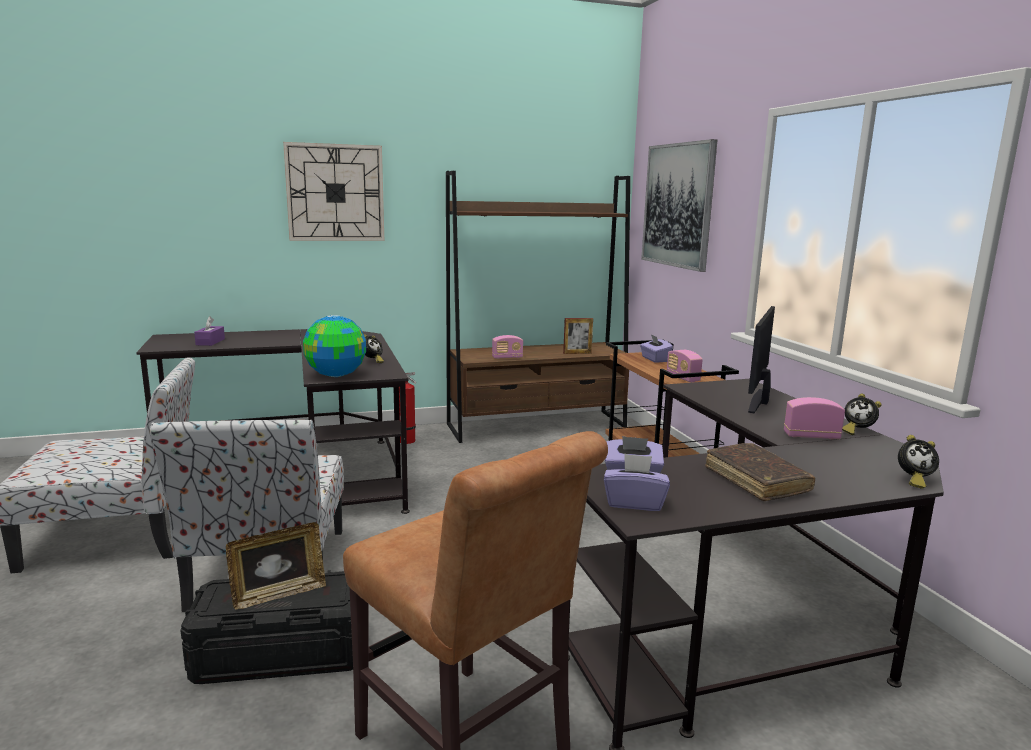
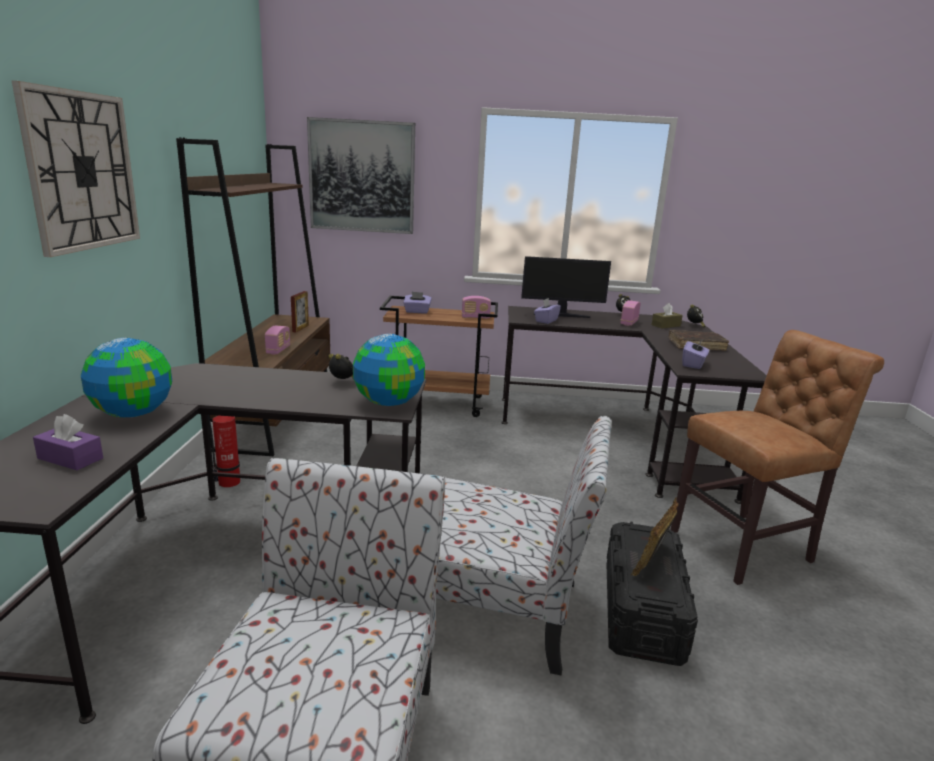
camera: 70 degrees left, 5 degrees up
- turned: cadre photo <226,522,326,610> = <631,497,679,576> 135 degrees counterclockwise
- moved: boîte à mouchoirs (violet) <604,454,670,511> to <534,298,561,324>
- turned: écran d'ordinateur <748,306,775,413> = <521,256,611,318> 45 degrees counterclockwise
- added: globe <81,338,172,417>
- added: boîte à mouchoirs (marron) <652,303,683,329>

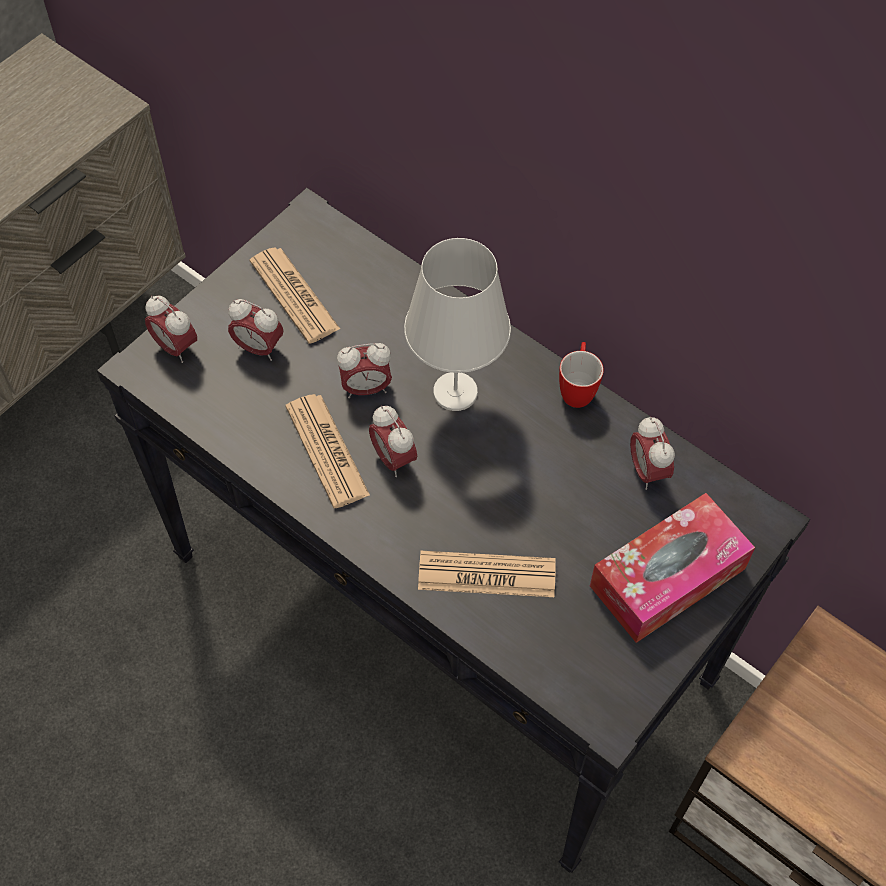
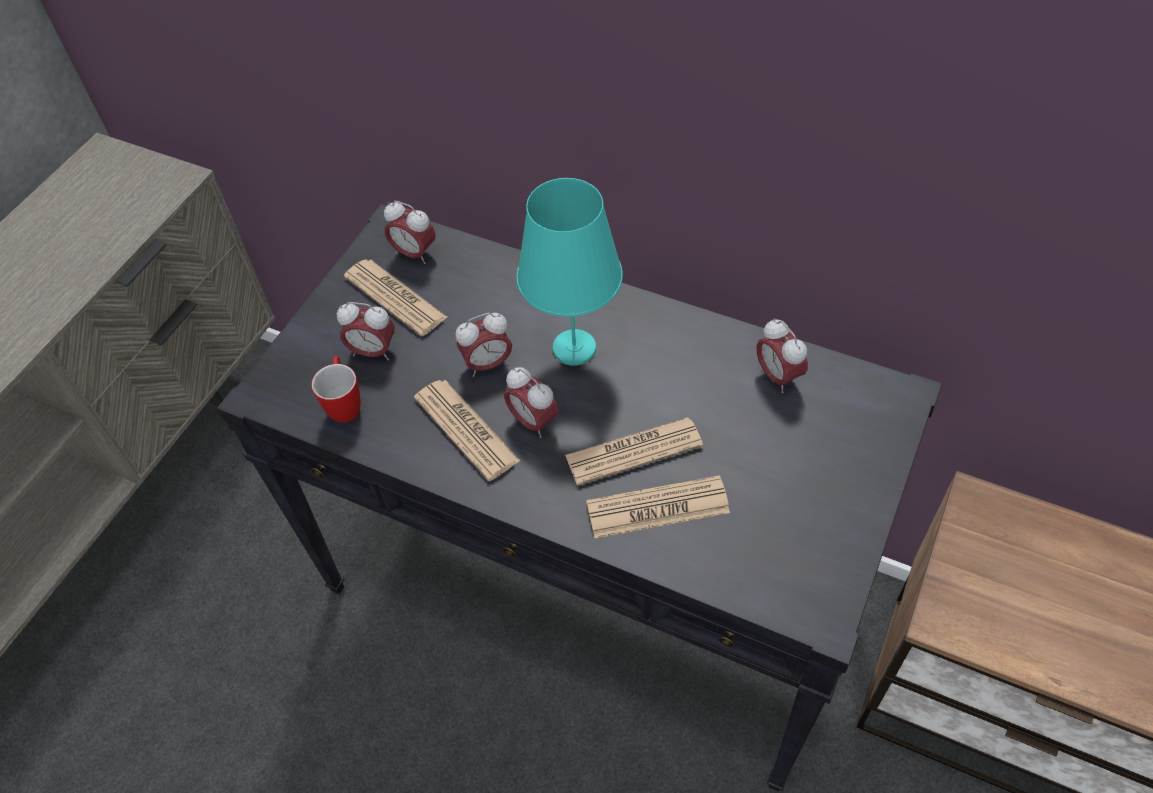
camera: 10 degrees left, 5 degrees down
- moved: réveil <145,296,197,363> to <384,201,436,264>
- recoloured: lampe de table (blanc) <404,238,511,411> to lampe de table (turquoise) <516,178,623,366>
- moved: mug <559,342,604,408> to <311,356,360,423>
- removed: boîte à mouchoirs <590,493,755,643>
- added: journal <565,417,703,485>

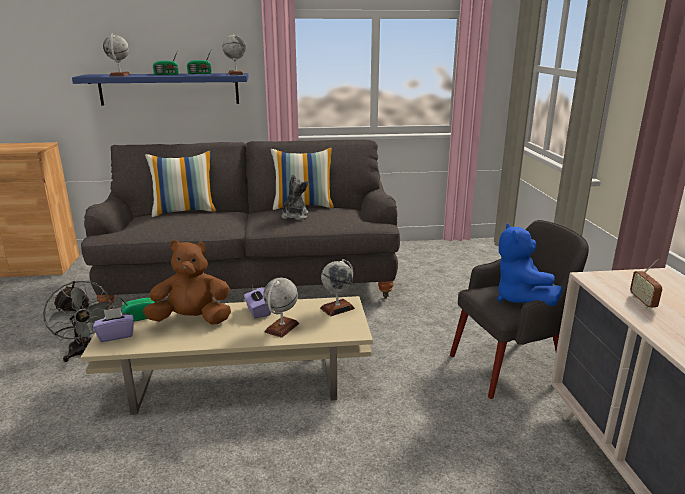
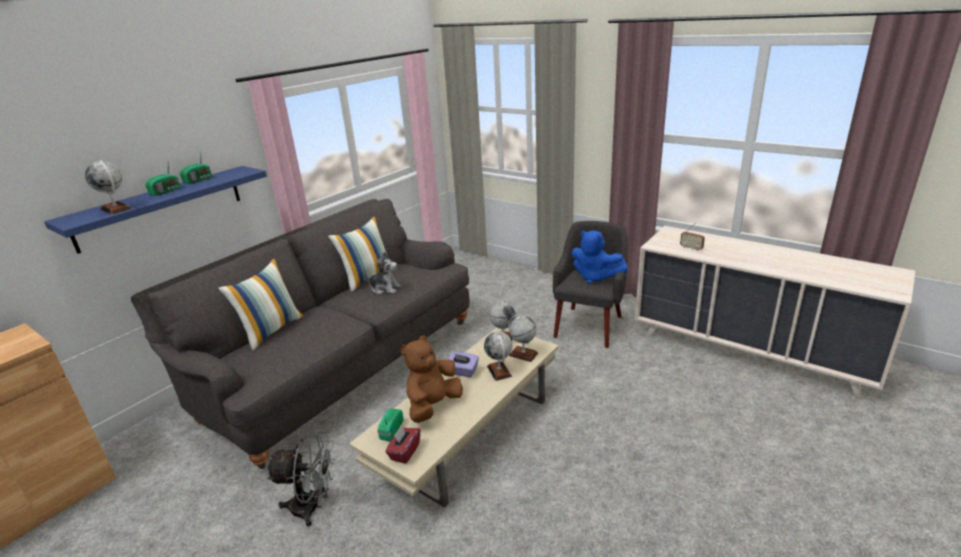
camera: 45 degrees left, 5 degrees up
- recoloured: boîte à mouchoirs (violet) <93,307,134,342> to boîte à mouchoirs (rouge) <385,426,420,464>
- moved: globe <222,33,246,75> to <508,315,538,362>
- turned: peluche <281,174,309,220> = <364,252,401,295> 135 degrees clockwise

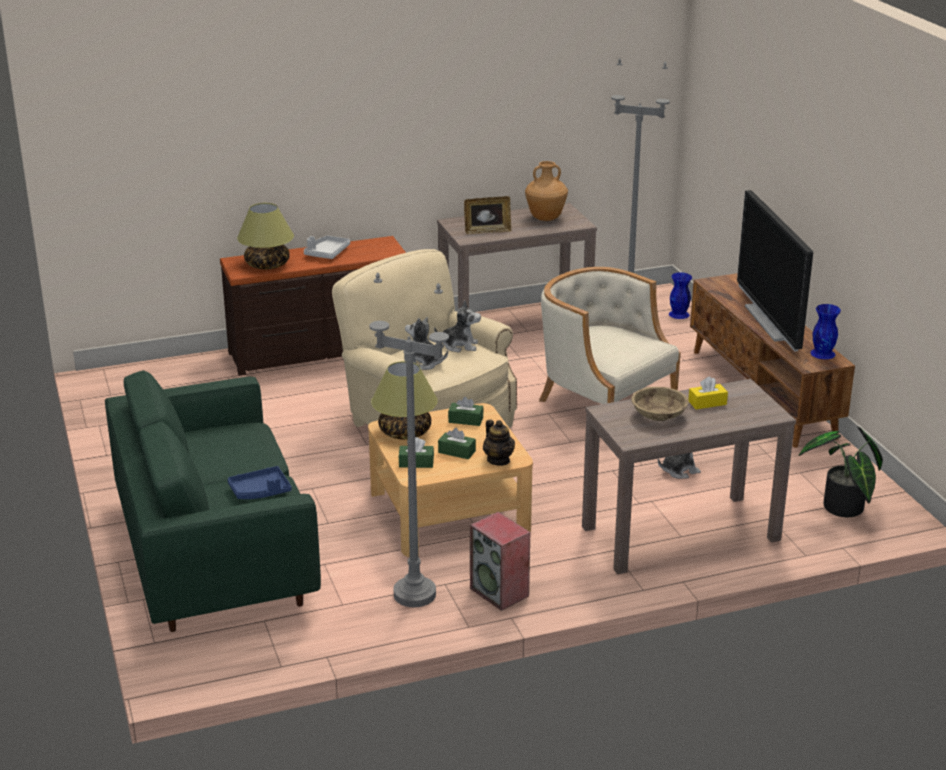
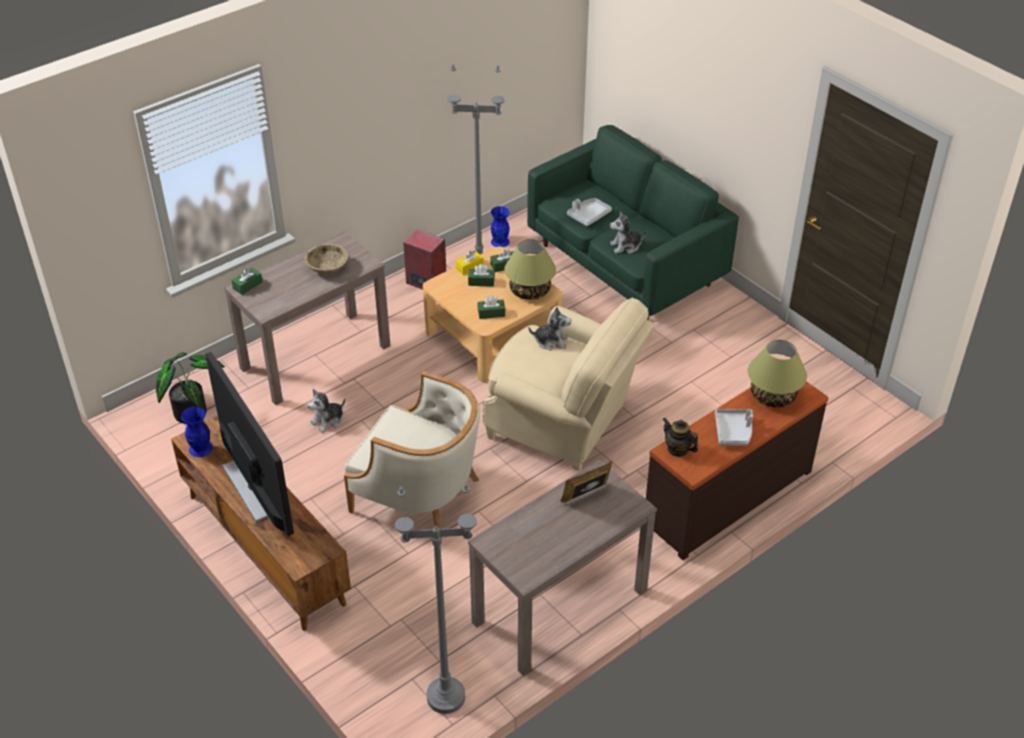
camera: 160 degrees right, 15 degrees up
- recoloured: plateau (bleu) <228,466,291,499> to plateau (gris) <567,198,612,226>
- moved: peluche <434,301,481,352> to <610,211,647,254>
- moved: théière <483,419,515,466> to <662,418,698,457>
- removed: vase (marron) <525,161,568,221>
- moved: vase (bleu) <669,272,692,319> to <491,206,510,247>
- moved: boîte à mouchoirs (jaune) <688,376,728,409> to <456,250,484,275>
- added: boîte à mouchoirs (vert) <231,267,262,295>

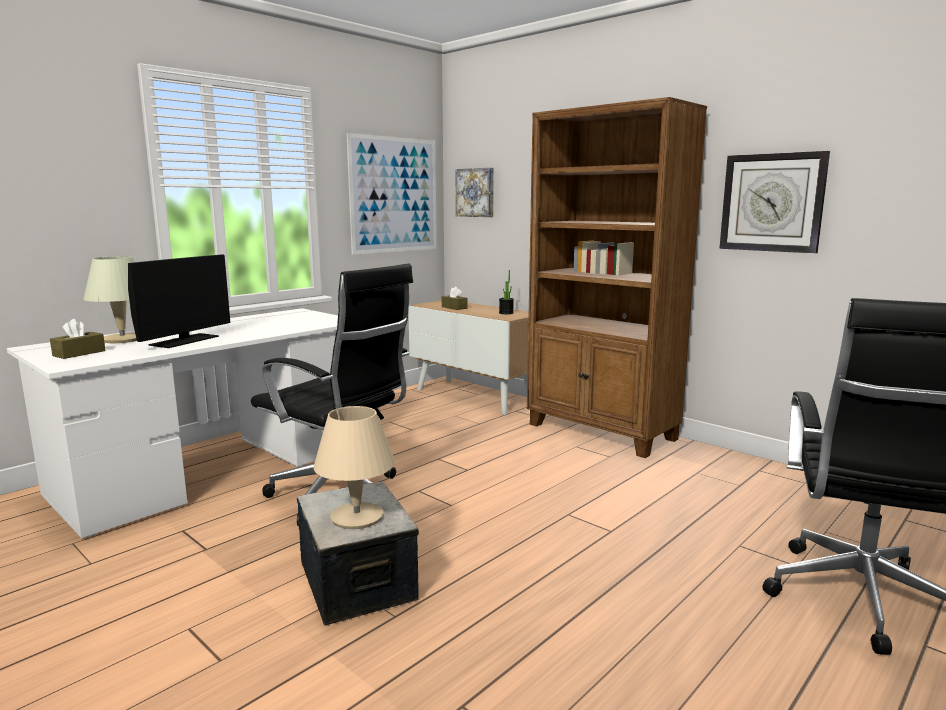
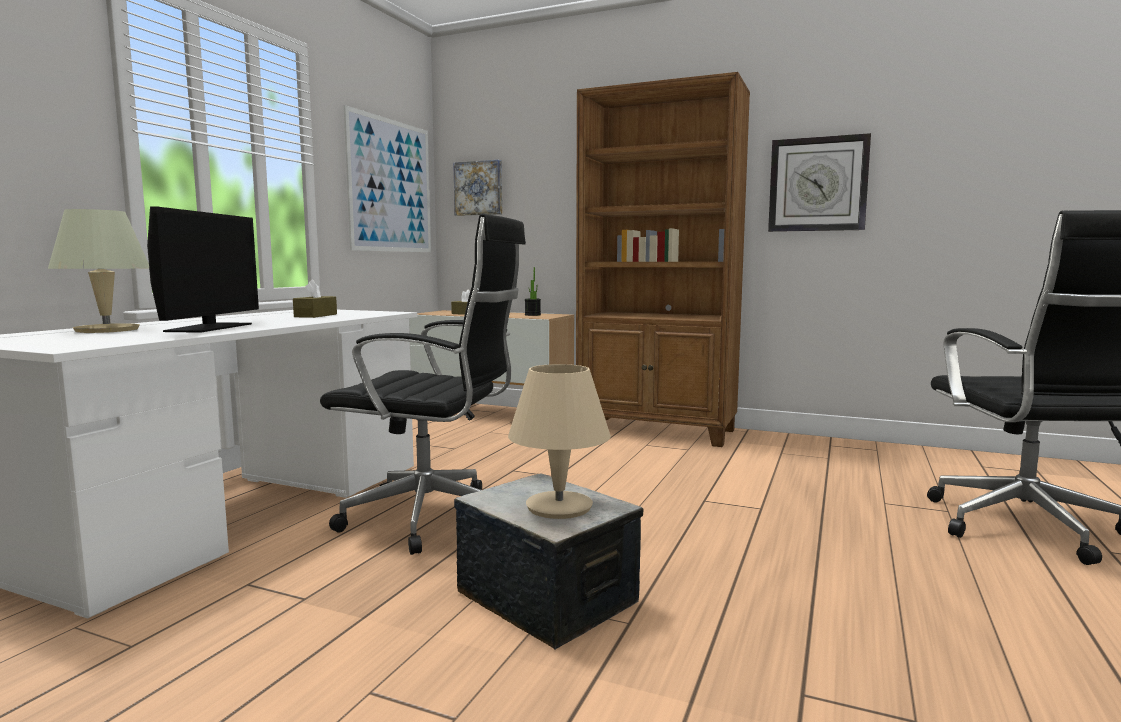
camera: 20 degrees left, 5 degrees down
- moved: boîte à mouchoirs (marron) <50,319,106,359> to <293,279,337,318>

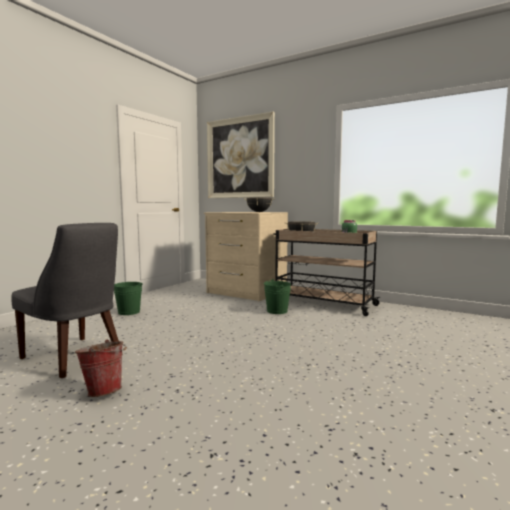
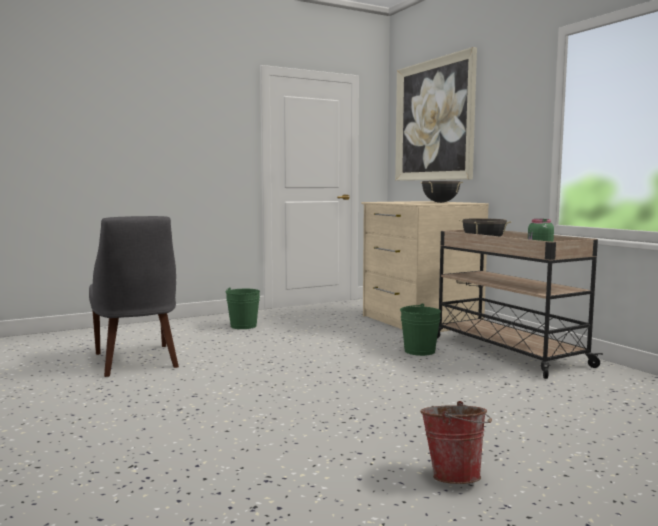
camera: 30 degrees right, 0 degrees up
- moved: seau <75,340,127,397> to <420,401,492,484>

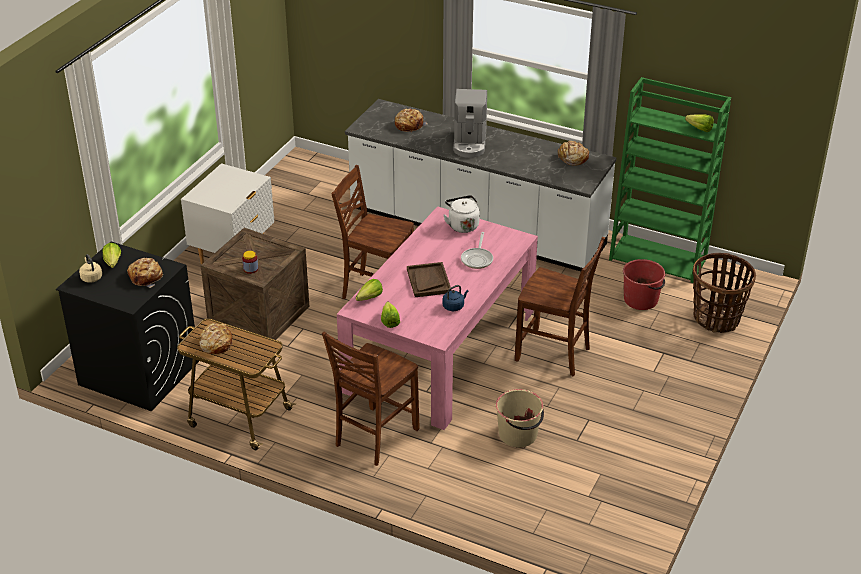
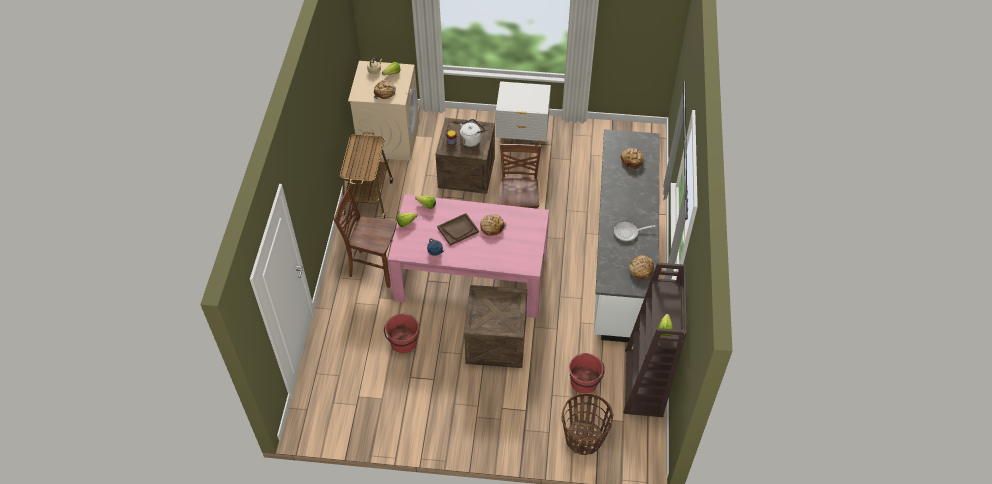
camera: 70 degrees right, 15 degrees up
- recoloured: lave-linge (noir) <56,241,199,411> to lave-linge (beige) <348,61,419,161>
- moved: pain <199,323,233,354> to <480,214,507,236>
- moved: bouilloire (blanc) <444,195,480,233> to <460,119,485,147>
- removed: machine à café <453,89,487,158>
- moved: poêle <461,232,493,269> to <614,222,655,241>
- recoloured: seau (beige) <495,389,544,447> to seau (rouge) <384,314,420,353>
- replaced: chaise (marron) <515,237,605,376> to caisse <464,285,527,368>
- recoloured: bibliothèque (vert) <609,77,731,283> to bibliothèque (marron) <623,262,687,417>

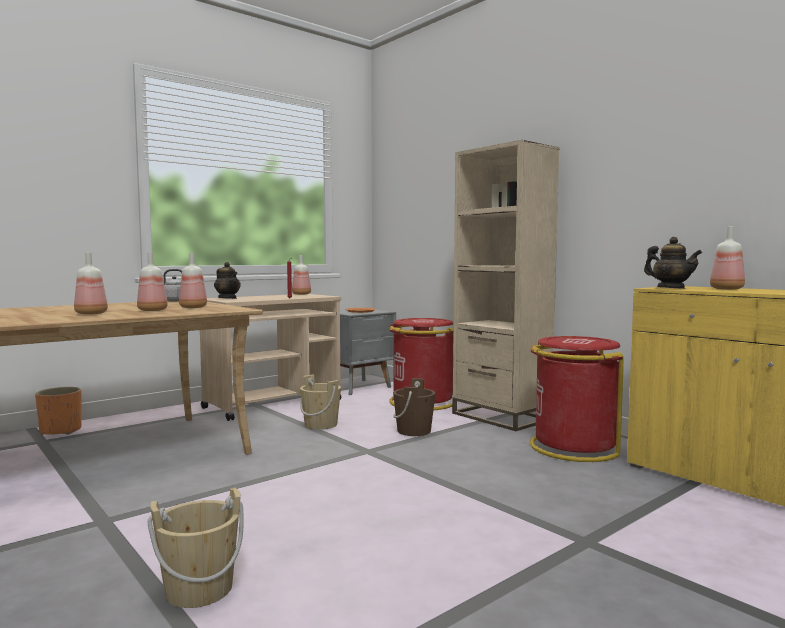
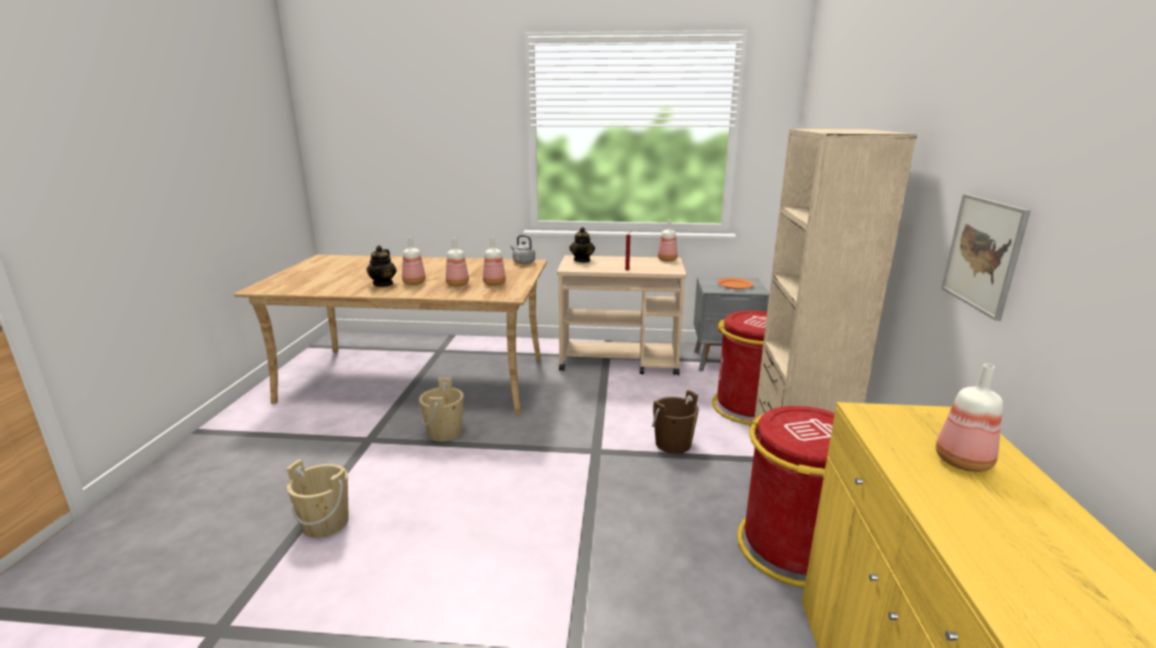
camera: 45 degrees right, 15 degrees up
- removed: cache-pot (orange) <35,387,82,436>
- moved: seau (beige) <300,375,341,430> to <419,378,464,442>
- moved: théière <644,237,702,289> to <366,245,397,287>
- added: tableau <941,194,1031,321>

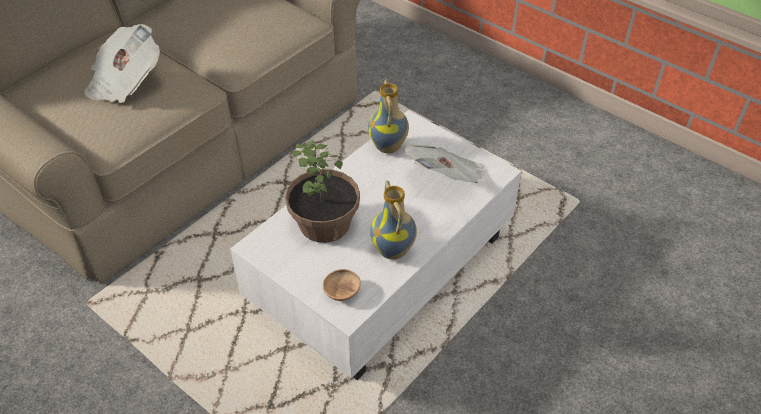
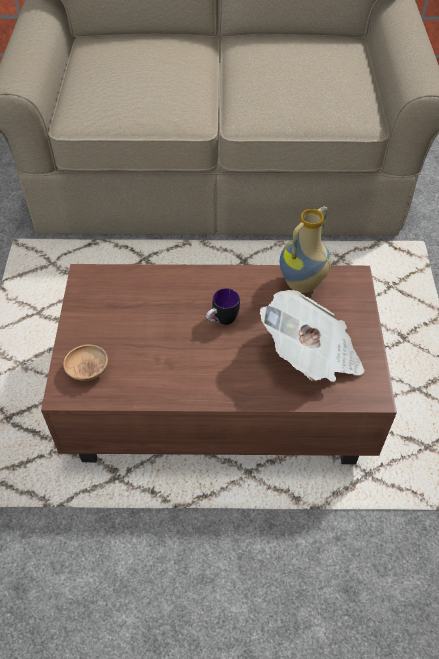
camera: 50 degrees right, 5 degrees up
- removed: journal <84,24,160,103>
- recoloured: table basse (blanc) <230,110,522,380> to table basse (marron) <41,264,397,464>
- removed: plante en pot <285,140,360,243>
- removed: vase <370,181,417,260>
- added: mug <206,288,240,325>

